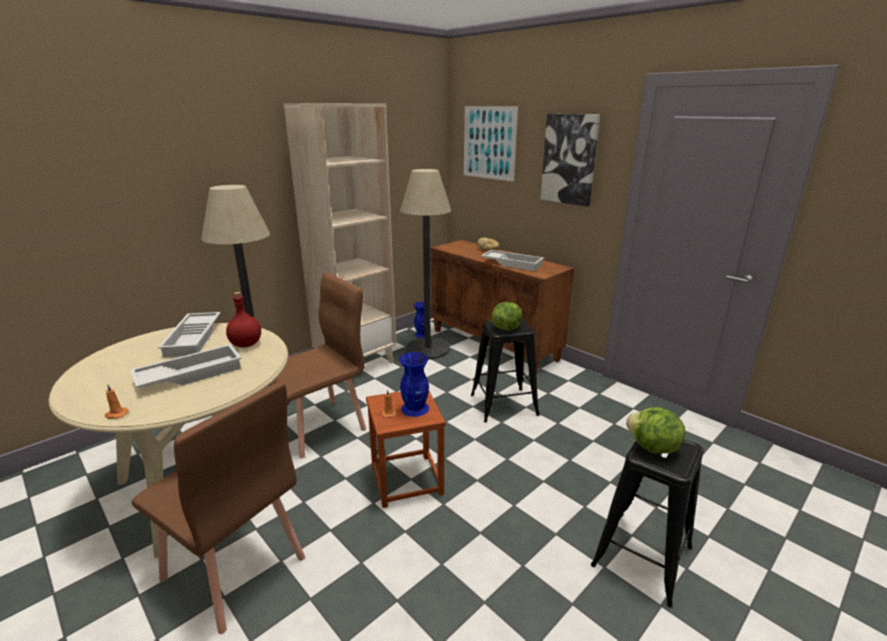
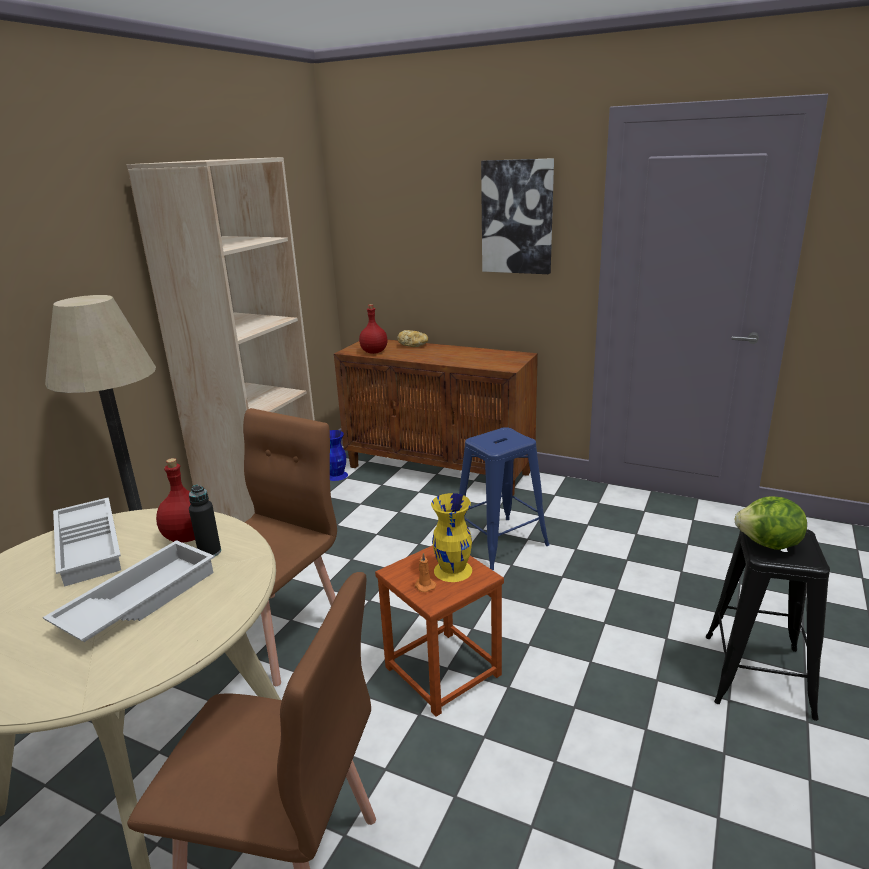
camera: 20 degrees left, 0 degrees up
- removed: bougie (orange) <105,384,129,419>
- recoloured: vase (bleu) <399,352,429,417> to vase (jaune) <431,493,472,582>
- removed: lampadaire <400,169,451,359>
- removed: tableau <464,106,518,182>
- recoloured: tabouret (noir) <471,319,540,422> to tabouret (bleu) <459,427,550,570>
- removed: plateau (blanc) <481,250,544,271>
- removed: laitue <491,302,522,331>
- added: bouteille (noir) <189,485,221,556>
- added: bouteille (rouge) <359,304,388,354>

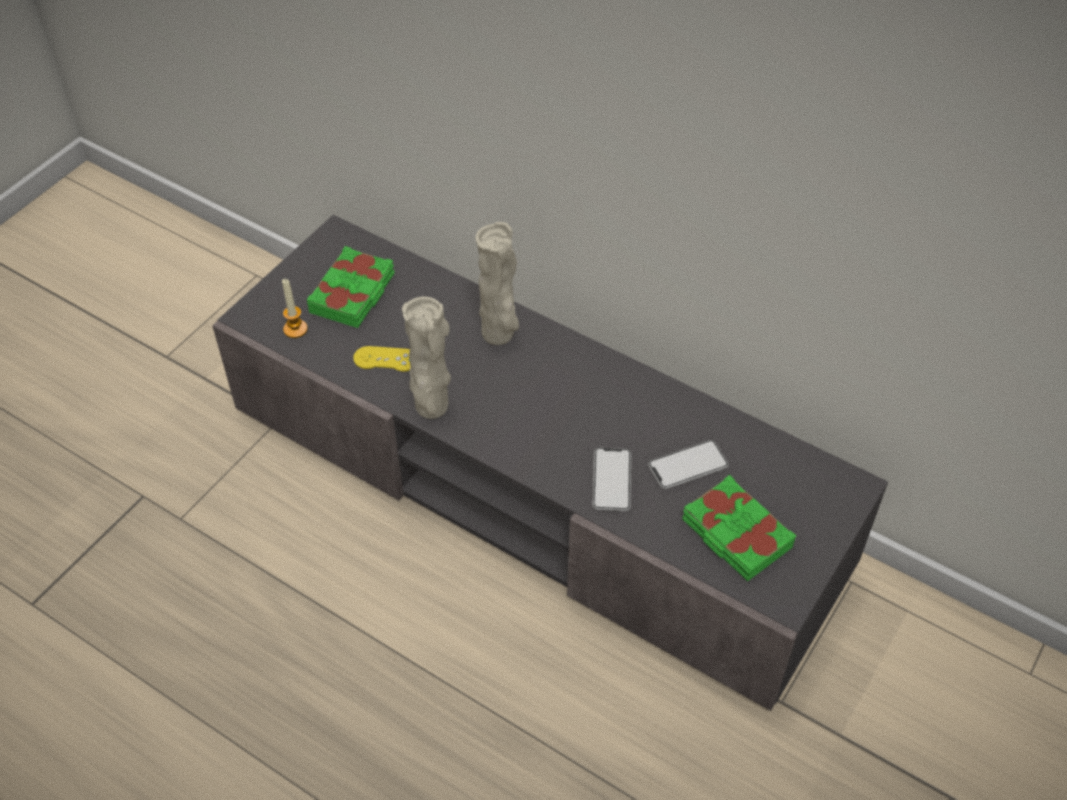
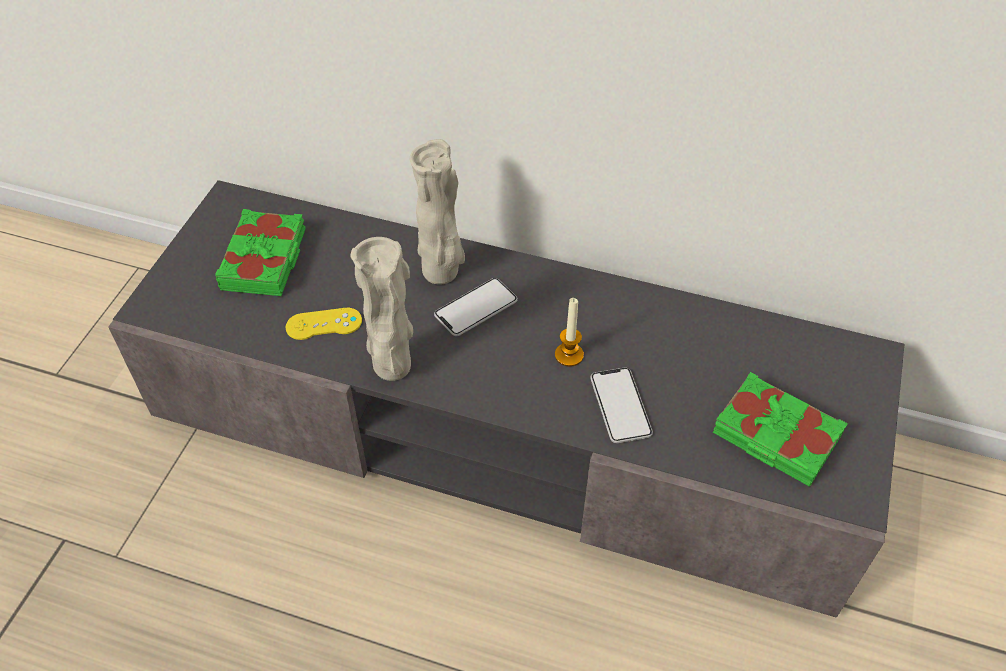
camera: 15 degrees left, 0 degrees up
- moved: bougie <282,279,308,338> to <555,298,584,367>
- moved: téléphone <648,440,729,489> to <434,278,518,336>

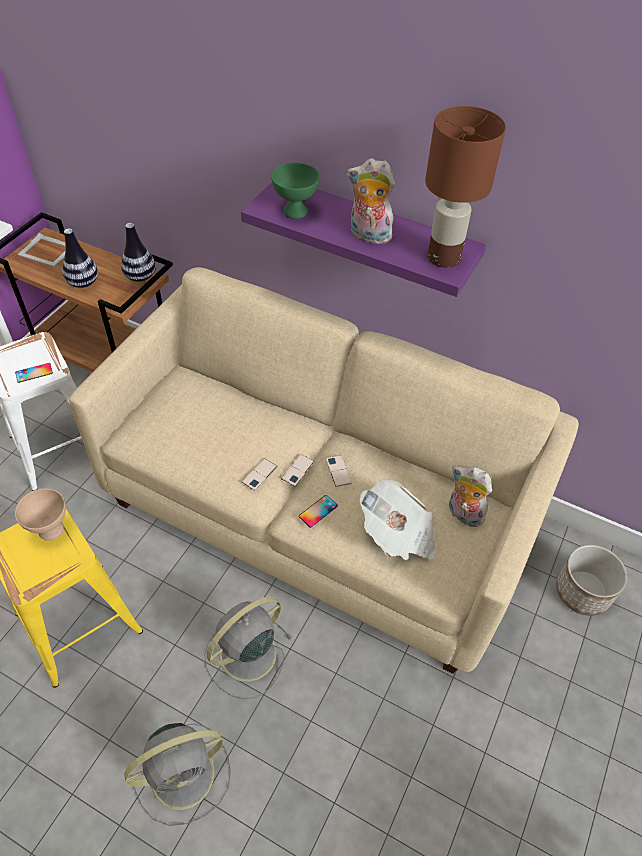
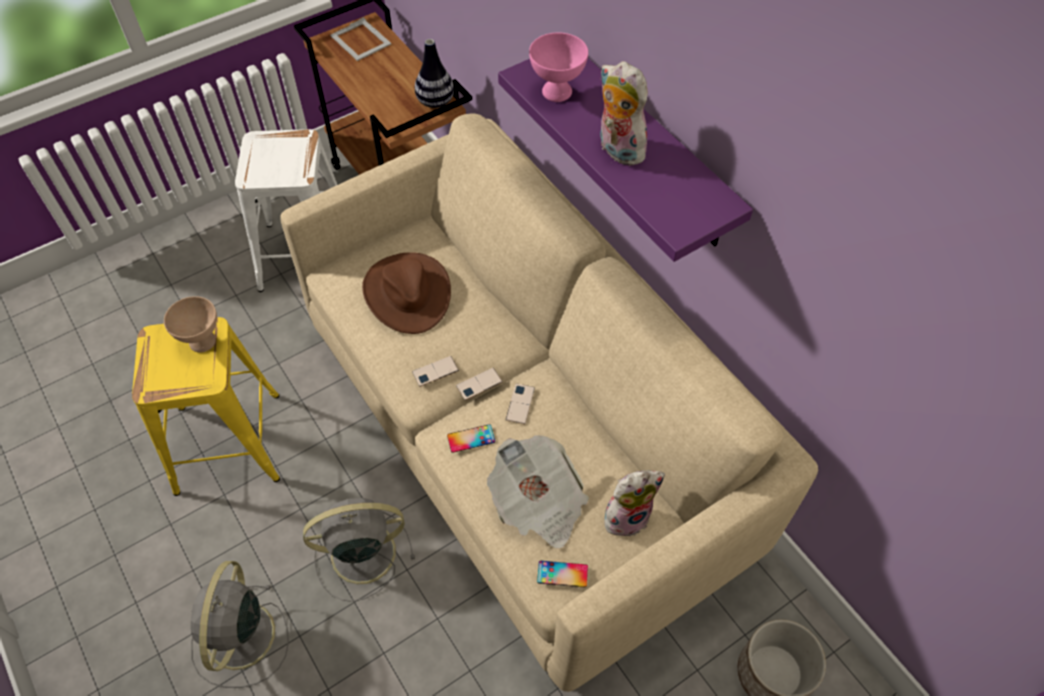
camera: 30 degrees right, 5 degrees up
- moved: téléphone <15,363,53,383> to <537,561,588,588>
- removed: vase <62,229,98,288>
- turned: ventilateur (gris) <124,723,231,826> = <191,561,289,688> 90 degrees clockwise
- recoloured: bol (vert) <271,163,320,219> to bol (rose) <529,33,588,102>
- removed: lampe de table (marron) <425,106,506,268>
- turned: peluche <449,465,492,527> = <604,470,665,536> 90 degrees clockwise
- added: chapeau (marron) <362,253,451,334>

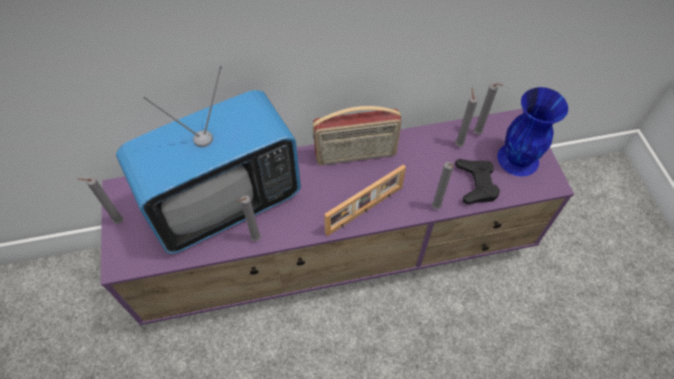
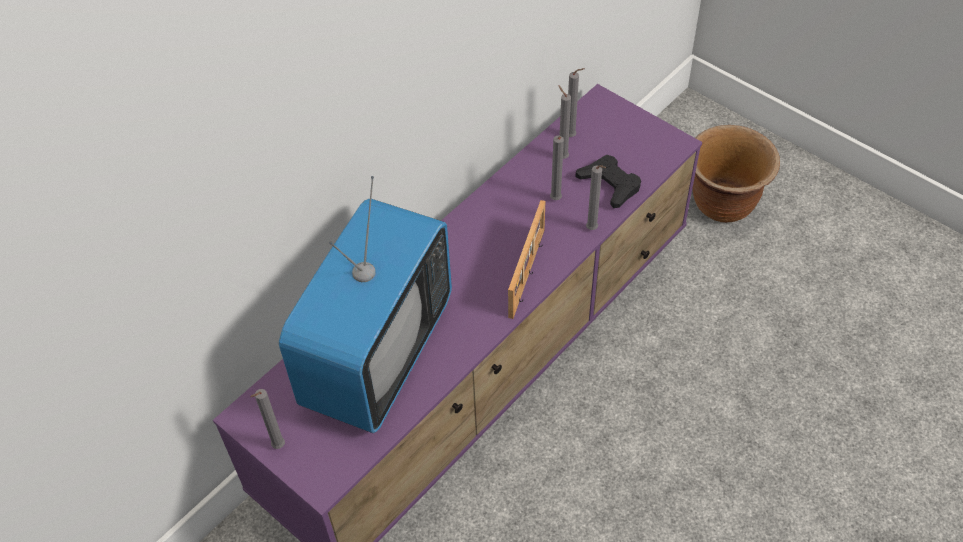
camera: 35 degrees left, 5 degrees down
- moved: bougie (gris) <237,195,261,241> to <550,136,564,200>
- removed: radio <313,106,401,165>
- removed: vase (bleu) <497,87,568,176>
- added: cache-pot (marron) <692,125,780,223>

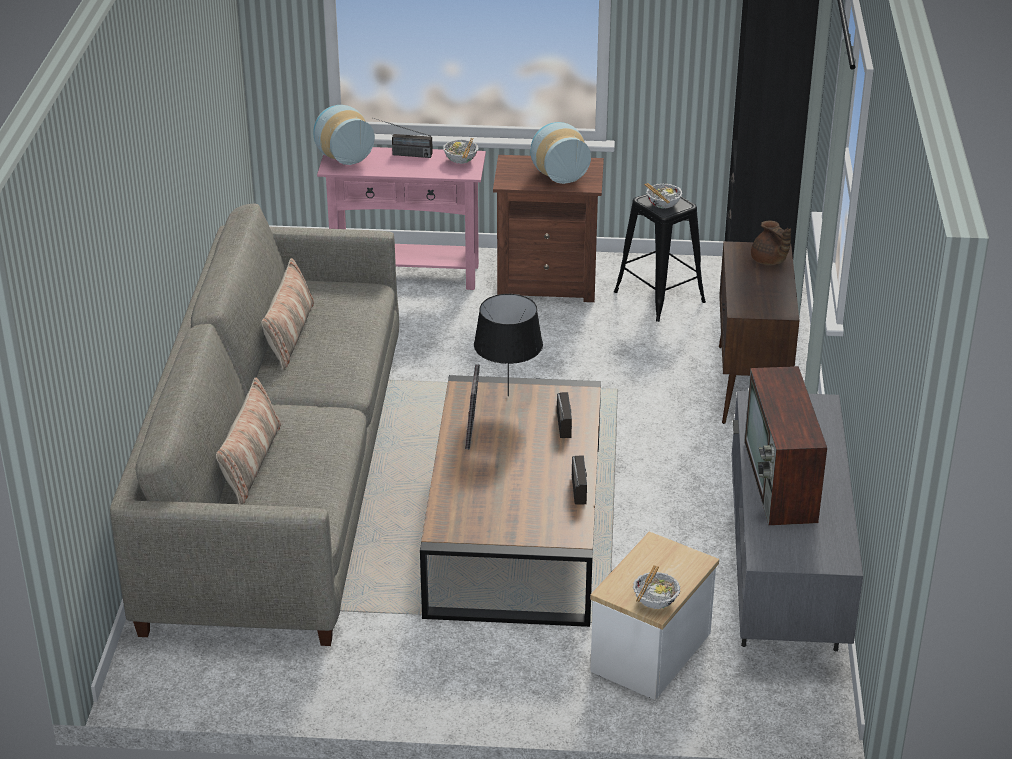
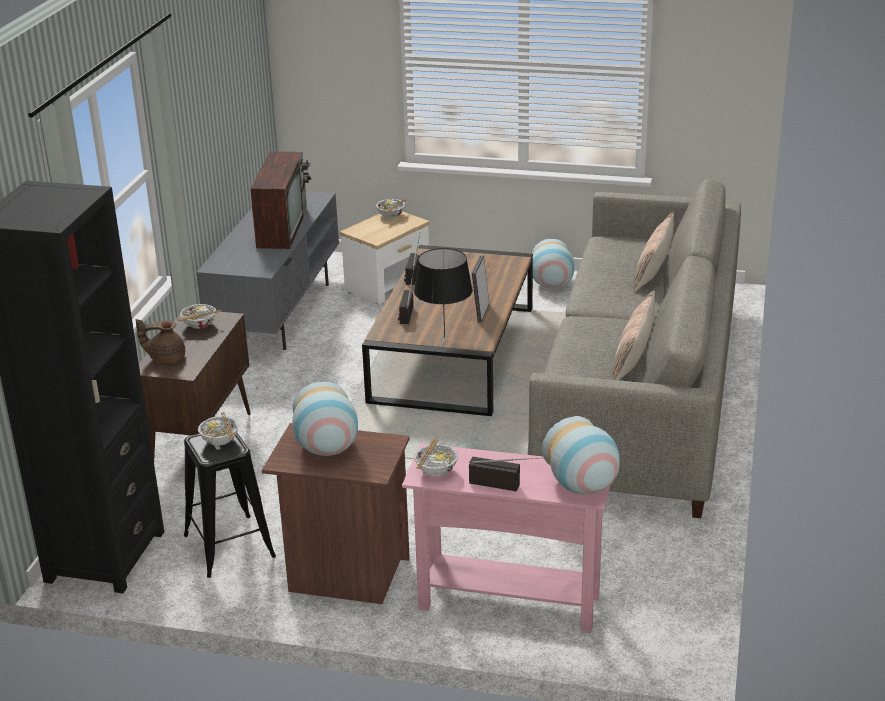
camera: 170 degrees left, 5 degrees down
- turned: théière (marron) <751,221,791,265> = <136,319,185,363> 75 degrees counterclockwise
- added: bol <178,304,221,329>
- added: vase <532,239,575,289>

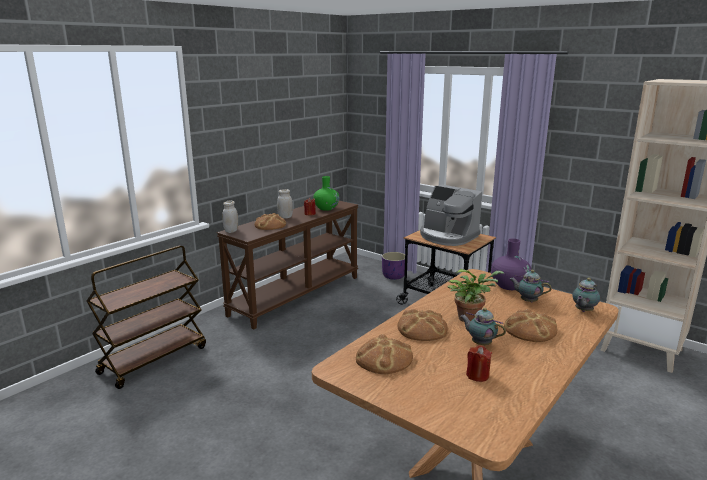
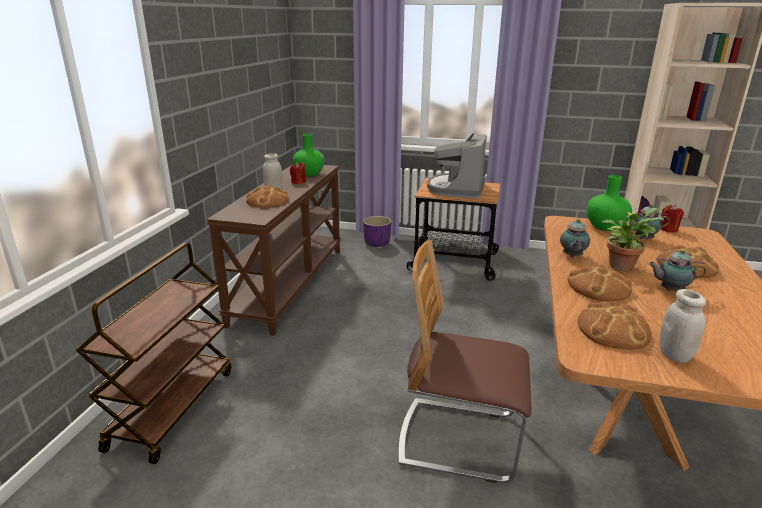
camera: 25 degrees left, 5 degrees up
- moved: bocal (blanc) <222,201,238,233> to <659,289,706,363>
- turned: machine à café <420,185,482,246> = <427,133,487,199> 90 degrees clockwise
- moved: bougie (rouge) <466,345,492,382> to <660,205,684,233>
- recoloured: vase (violet) <491,239,532,290> to vase (vert) <586,175,632,231>
- moved: théière <573,278,600,312> to <560,219,590,258>
- added: chaise <399,239,531,483>

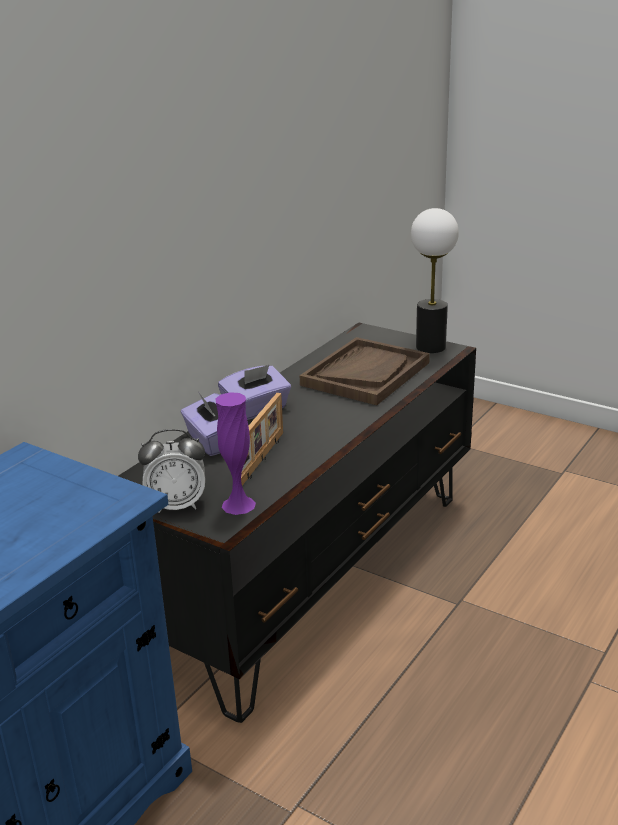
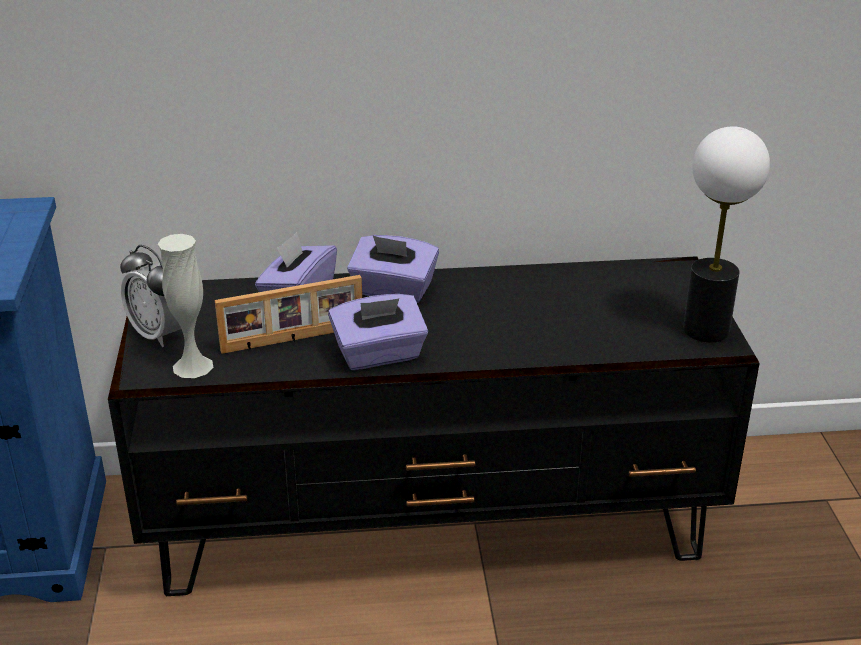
camera: 50 degrees right, 5 degrees up
- recoloured: vase (violet) <215,392,256,515> to vase (blanc) <158,234,214,378>
- removed: plateau (marron) <300,337,430,405>
- added: boîte à mouchoirs (violet) <328,294,428,370>

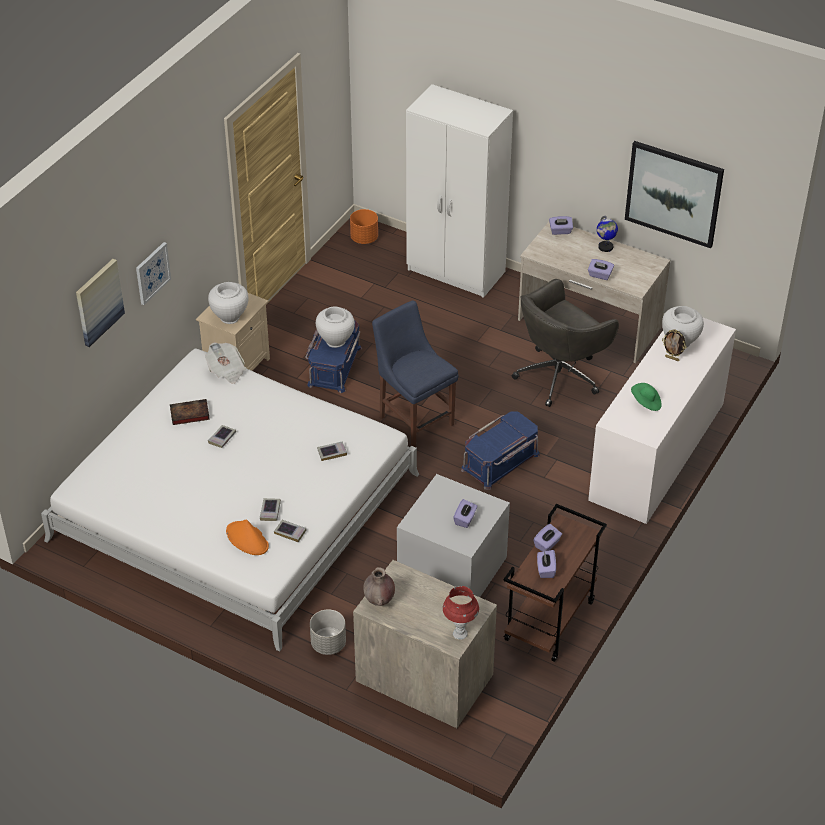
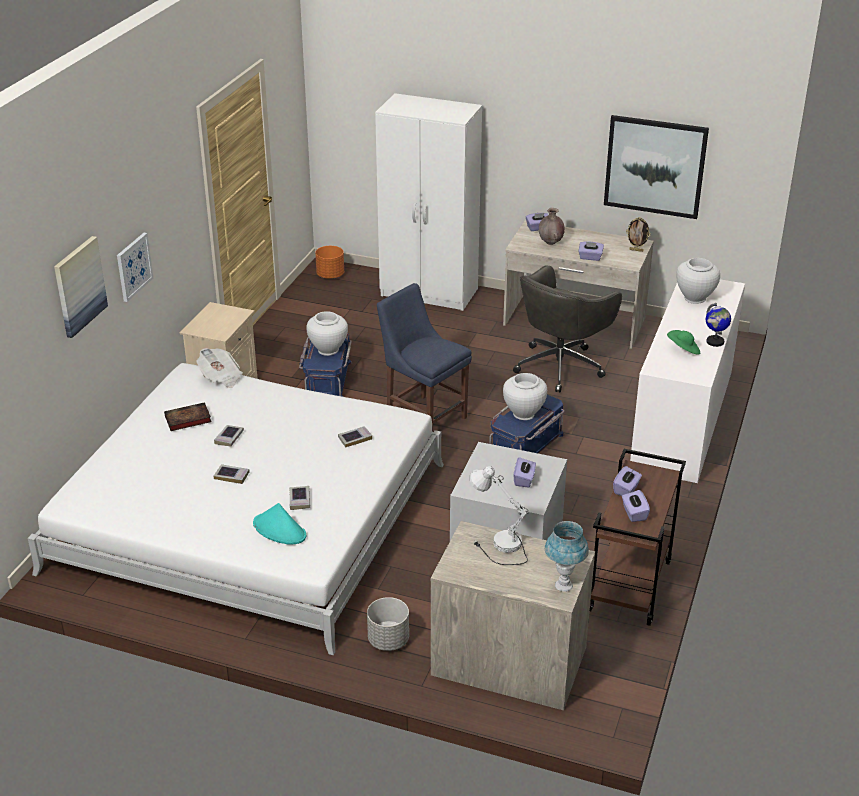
camera: 10 degrees left, 10 degrees down
- moved: vase (blanc) <208,282,248,324> to <503,373,547,420>
- recoloured: chapeau (orange) <226,519,269,555> to chapeau (turquoise) <253,503,306,545>
- moved: livre <274,520,306,542> to <214,464,250,484>
- moved: vase (marron) <363,567,395,606> to <539,208,565,245>
- recoloured: lampe de table (rouge) <443,586,479,640> to lampe de table (bleu) <545,521,589,592>
- moved: globe <597,216,618,252> to <706,303,731,347>
- moved: cadre photo <662,330,686,361> to <626,217,650,252>
- added: lampe de table (blanc) <470,466,529,565>

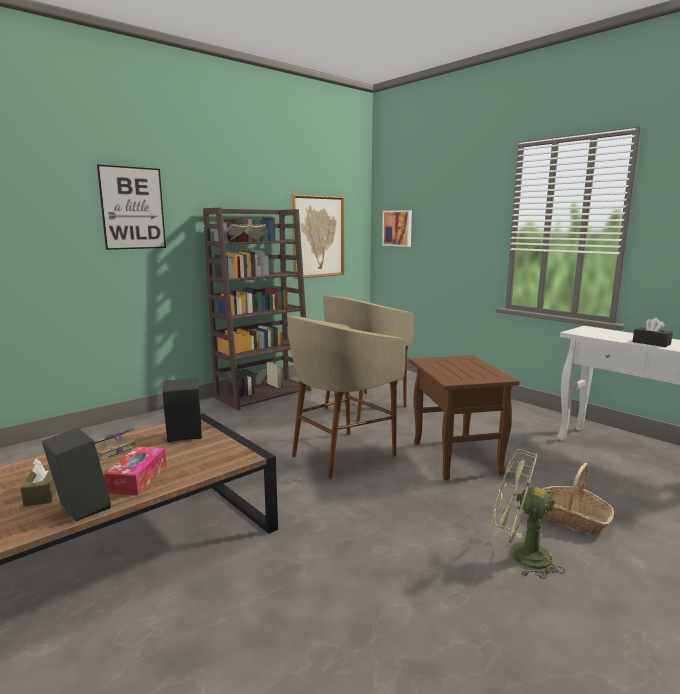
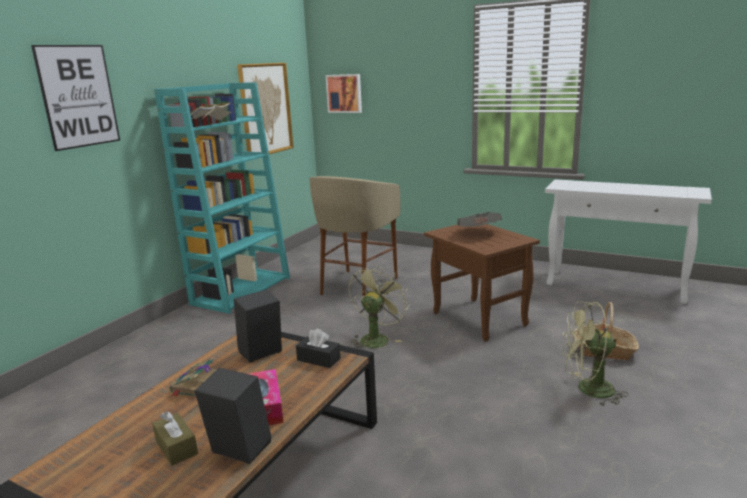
camera: 20 degrees left, 5 degrees up
- recoloured: bibliothèque (marron) <203,208,311,410> to bibliothèque (turquoise) <154,82,290,314>
- replaced: tabouret (beige) <287,316,406,479> to ventilateur (vert) <349,265,410,350>
- moved: boîte à mouchoirs (noir) <633,318,673,347> to <296,329,341,368>
- added: journal <457,212,502,227>

